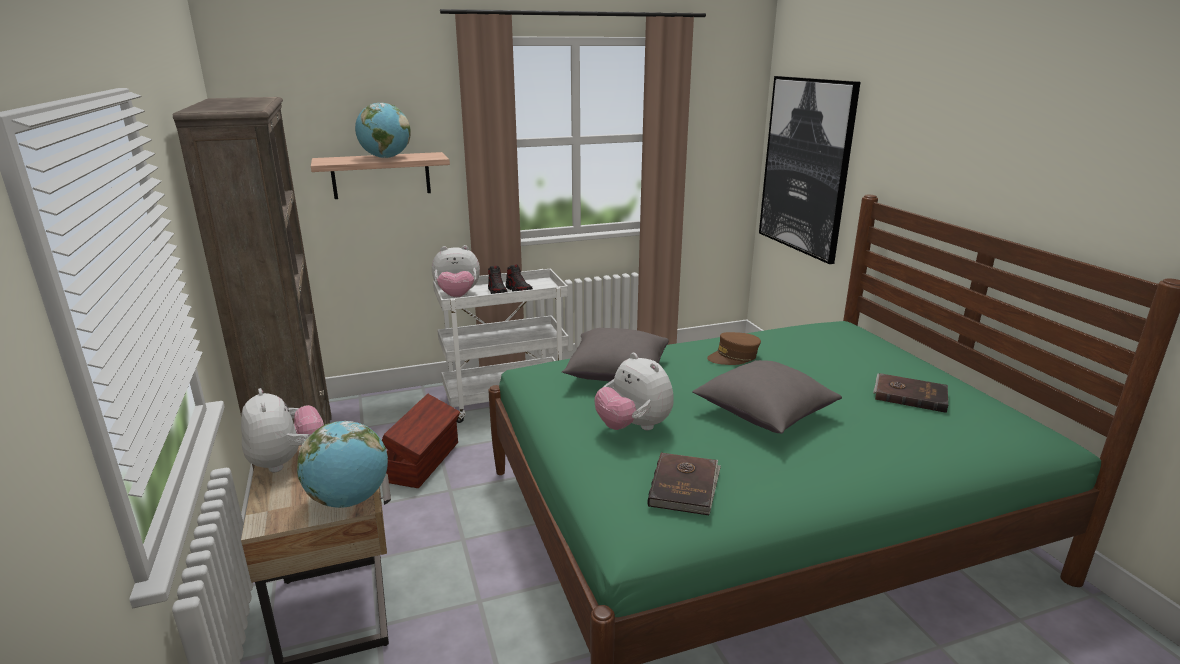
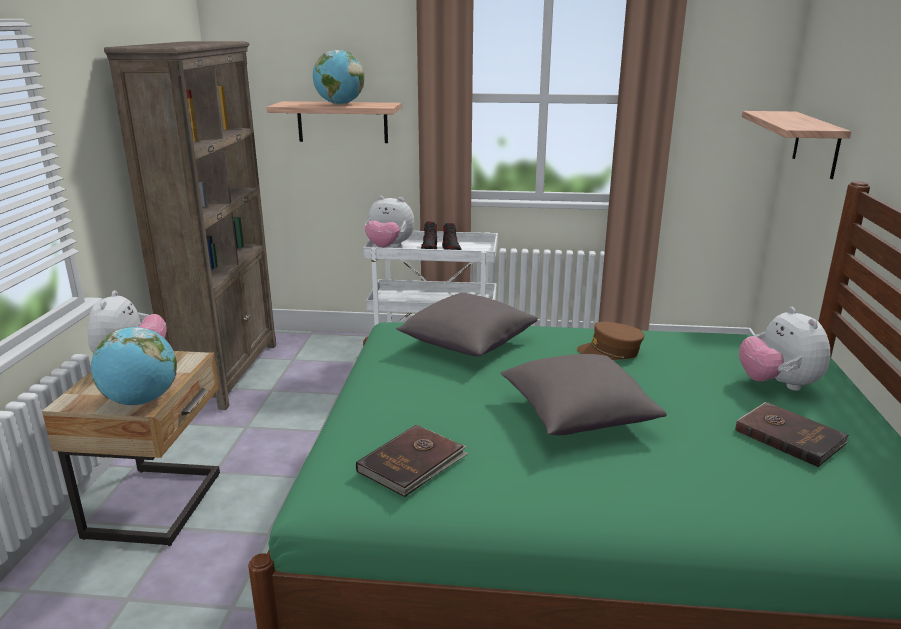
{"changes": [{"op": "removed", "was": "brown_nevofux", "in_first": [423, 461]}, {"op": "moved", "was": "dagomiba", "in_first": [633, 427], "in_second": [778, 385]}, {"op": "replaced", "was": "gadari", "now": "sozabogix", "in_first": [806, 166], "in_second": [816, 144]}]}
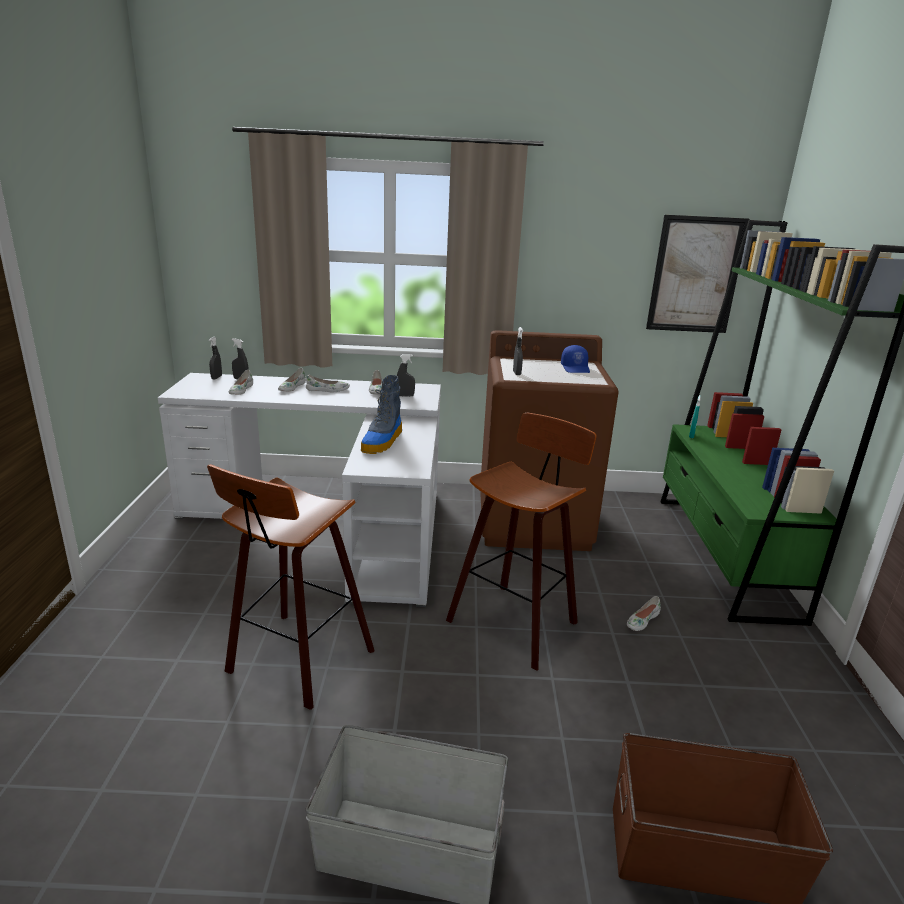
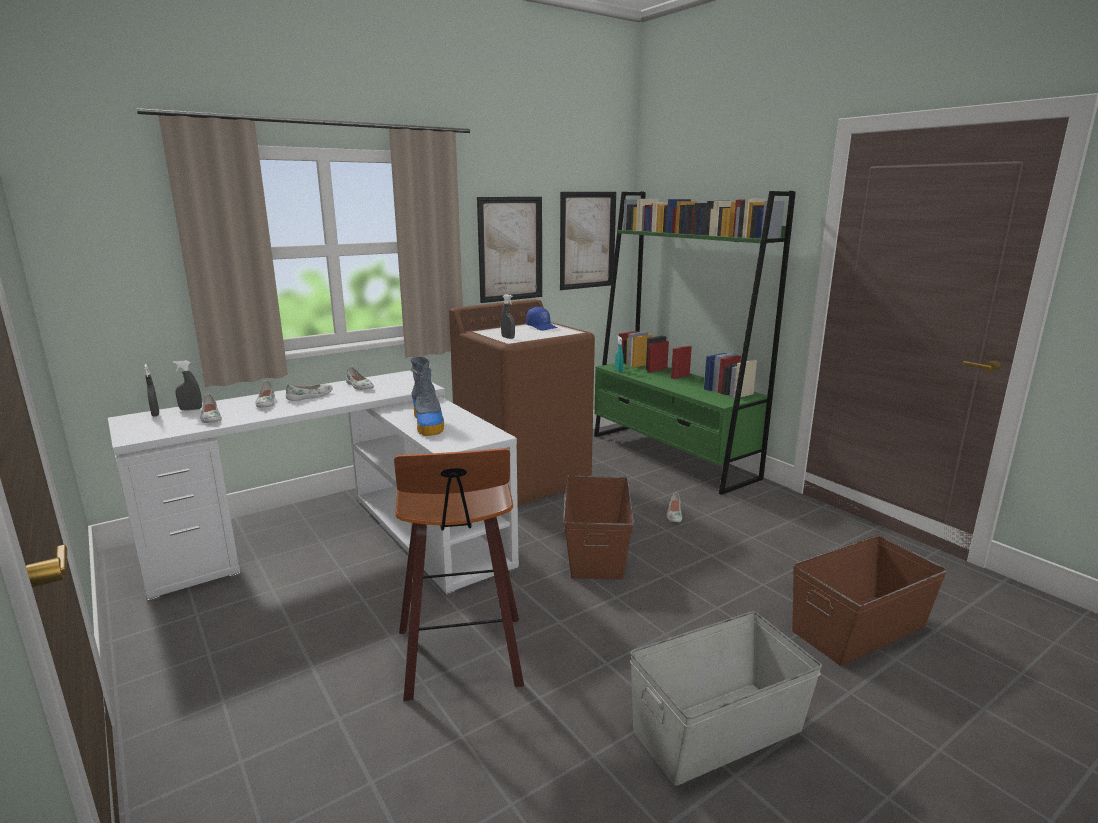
{"changes": [{"op": "removed", "was": "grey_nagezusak", "in_first": [405, 396]}, {"op": "replaced", "was": "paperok", "now": "brown_nevofux", "in_first": [516, 621], "in_second": [596, 549]}, {"op": "added", "now": "gadari", "in_second": [510, 249]}]}
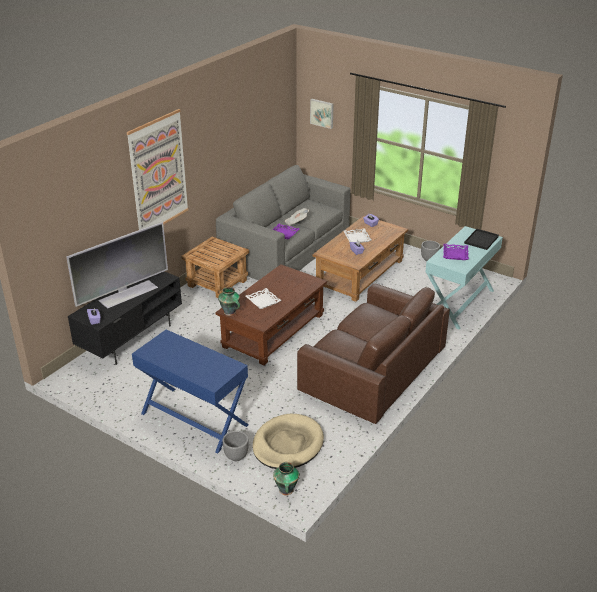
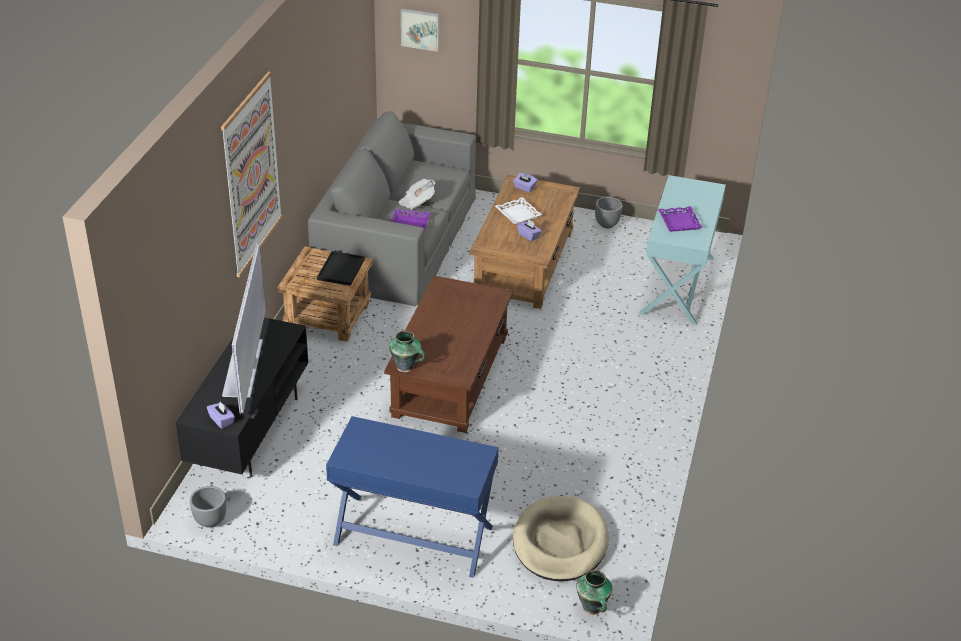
{"changes": [{"op": "turned", "was": "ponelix", "in_first": [127, 293], "in_second": [245, 367], "clockwise": 150}, {"op": "moved", "was": "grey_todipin", "in_first": [236, 456], "in_second": [210, 521]}, {"op": "removed", "was": "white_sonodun", "in_first": [263, 301]}, {"op": "removed", "was": "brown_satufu", "in_first": [372, 369]}, {"op": "moved", "was": "black_sonodun", "in_first": [481, 239], "in_second": [340, 268]}]}
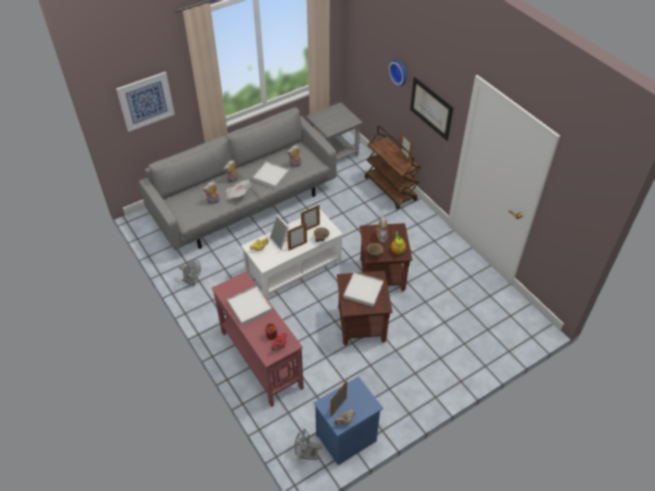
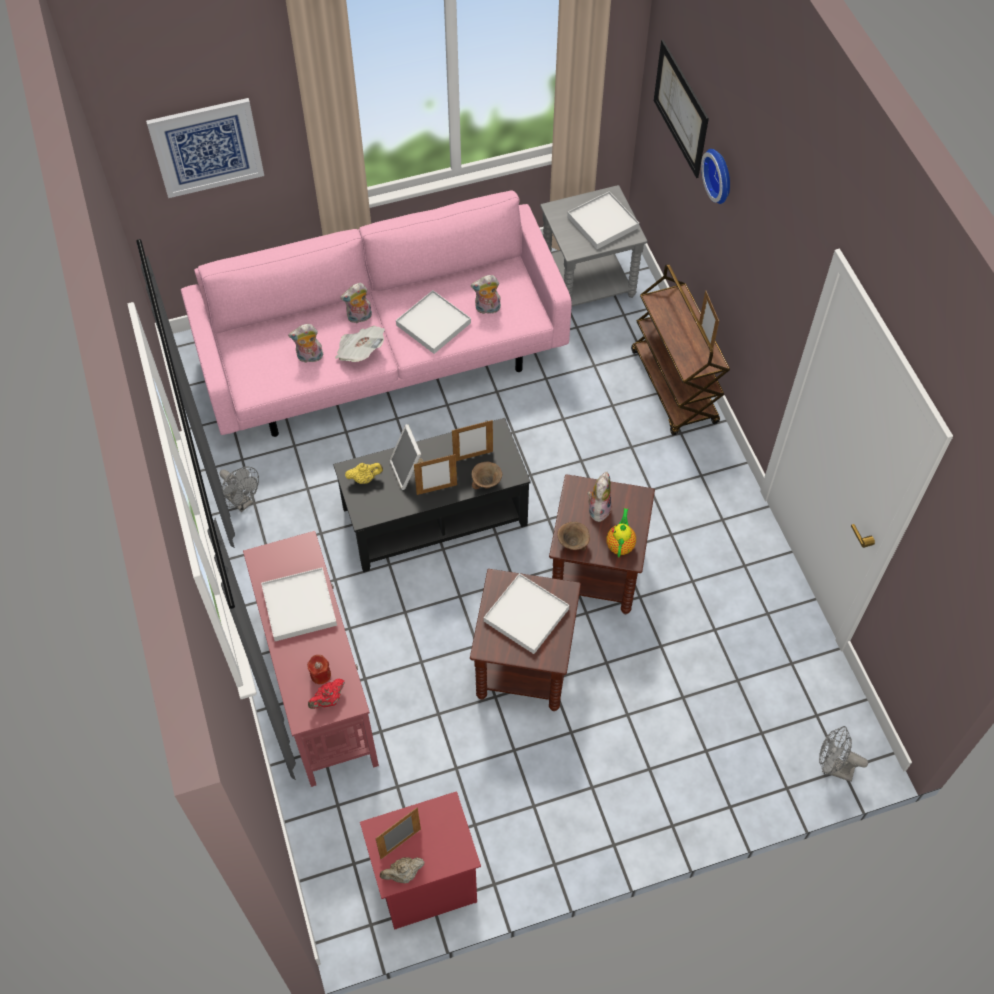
{"changes": [{"op": "recoloured", "was": "grey_satufu", "now": "pink_satufu", "in_first": [244, 203], "in_second": [383, 358]}, {"op": "recoloured", "was": "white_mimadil", "now": "black_mimadil", "in_first": [294, 267], "in_second": [435, 516]}, {"op": "moved", "was": "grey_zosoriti", "in_first": [306, 454], "in_second": [832, 768]}, {"op": "recoloured", "was": "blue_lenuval", "now": "red_lenuval", "in_first": [346, 439], "in_second": [424, 884]}, {"op": "moved", "was": "gadari", "in_first": [431, 108], "in_second": [680, 108]}, {"op": "added", "now": "white_sonodun", "in_second": [603, 222]}]}
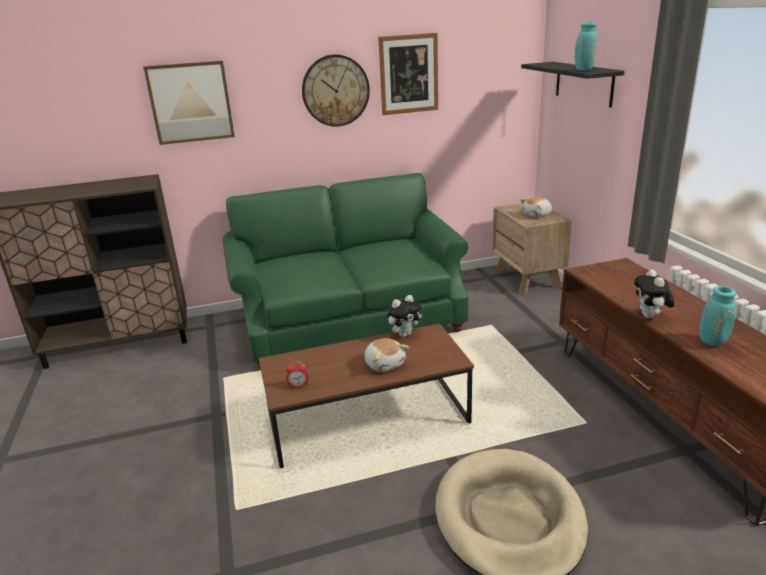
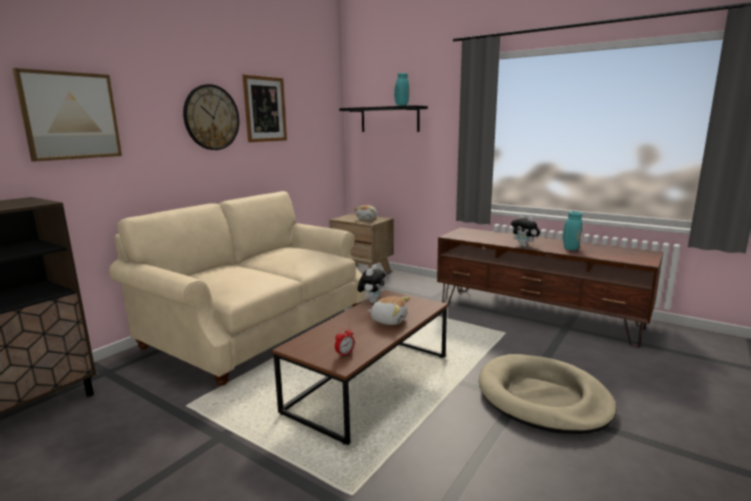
{"changes": [{"op": "recoloured", "was": "green_satufu", "now": "beige_satufu", "in_first": [349, 320], "in_second": [259, 327]}]}
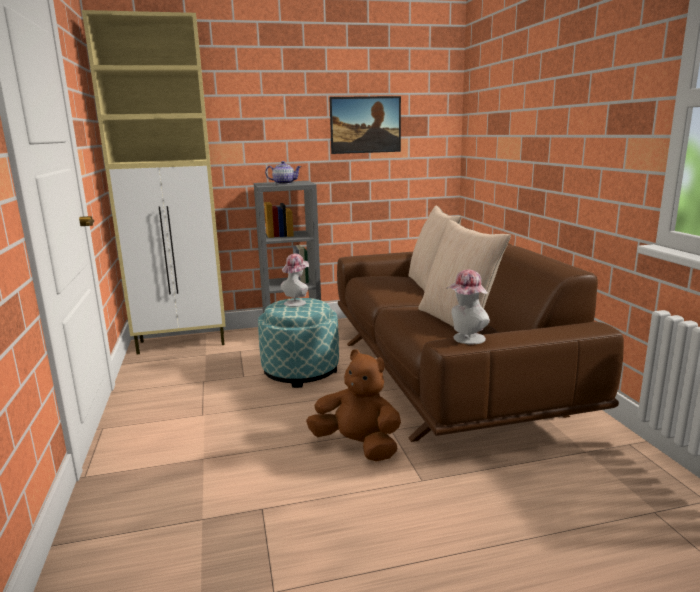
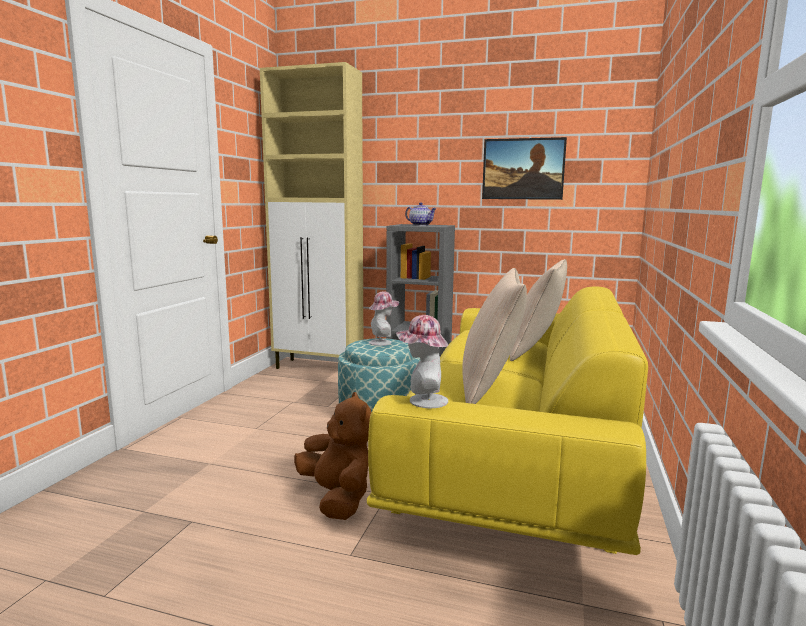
{"changes": [{"op": "recoloured", "was": "brown_satufu", "now": "yellow_satufu", "in_first": [444, 375], "in_second": [515, 457]}]}
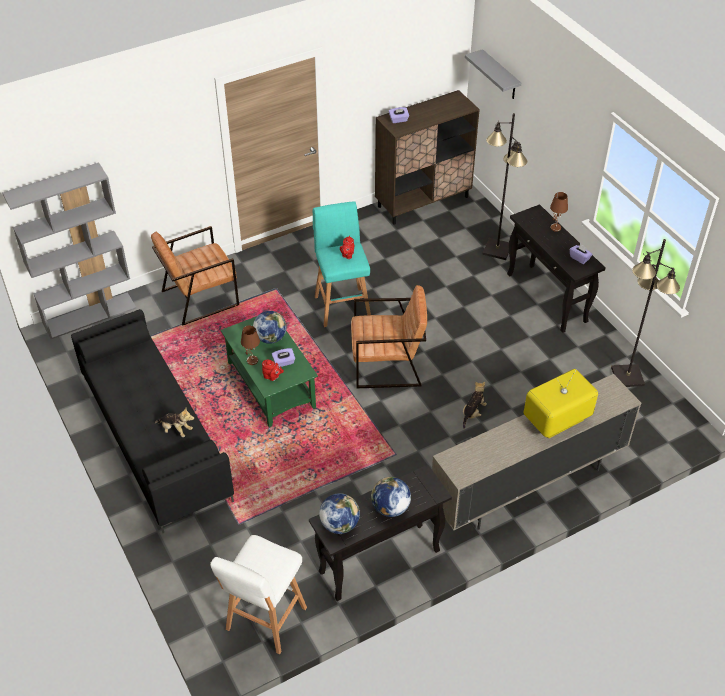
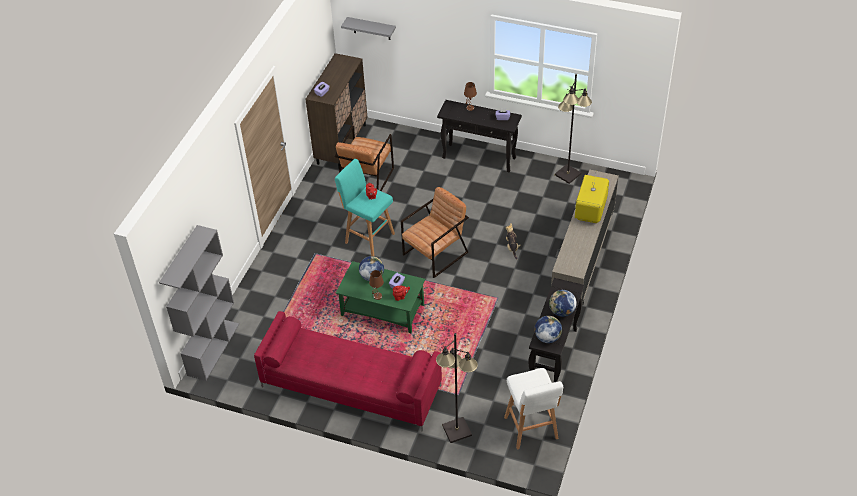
{"changes": [{"op": "recoloured", "was": "black_satufu", "now": "red_satufu", "in_first": [154, 437], "in_second": [350, 387]}, {"op": "moved", "was": "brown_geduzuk", "in_first": [200, 298], "in_second": [366, 178]}, {"op": "removed", "was": "dagomiba", "in_first": [175, 430]}, {"op": "moved", "was": "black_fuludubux", "in_first": [497, 249], "in_second": [456, 430]}]}
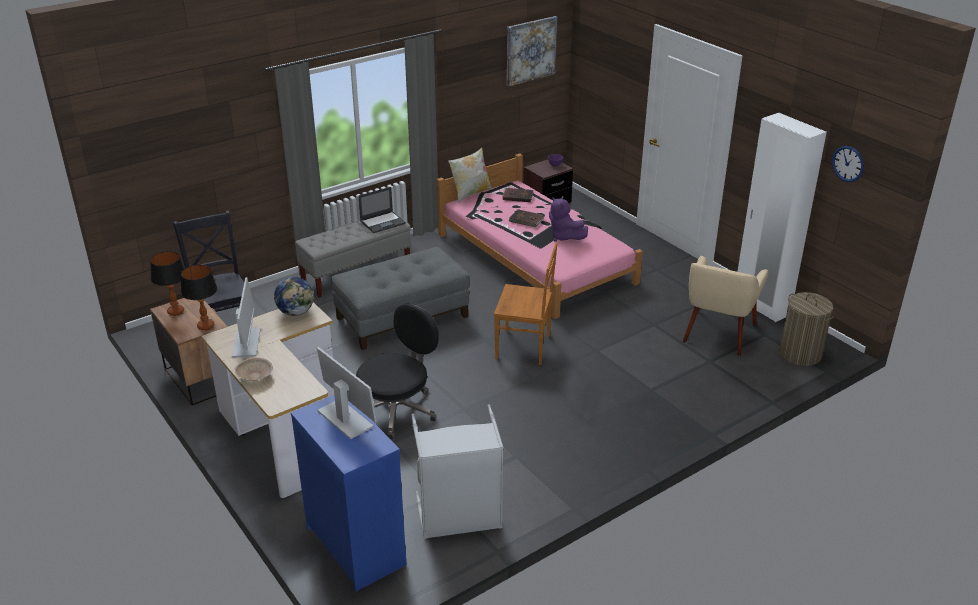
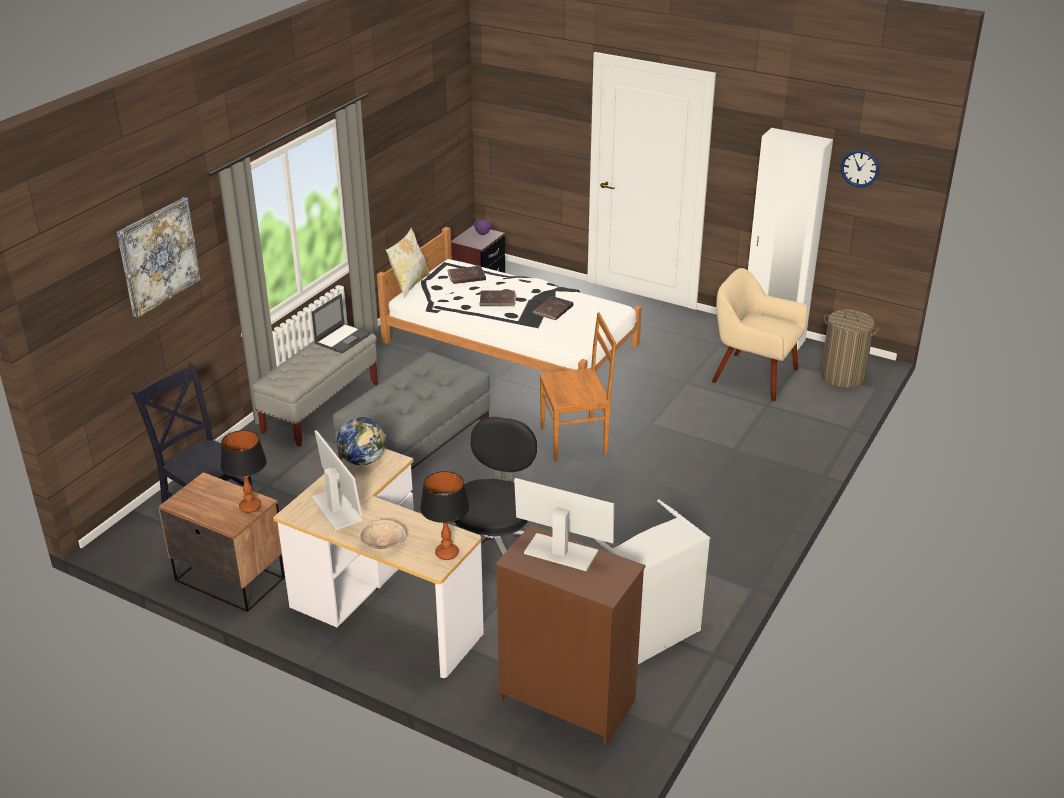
{"changes": [{"op": "moved", "was": "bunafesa", "in_first": [176, 312], "in_second": [447, 553]}, {"op": "recoloured", "was": "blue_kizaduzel", "now": "brown_kizaduzel", "in_first": [356, 546], "in_second": [567, 699]}, {"op": "recoloured", "was": "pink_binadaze", "now": "white_binadaze", "in_first": [535, 258], "in_second": [510, 343]}, {"op": "moved", "was": "gadari", "in_first": [530, 50], "in_second": [158, 256]}, {"op": "replaced", "was": "purple_dagomiba", "now": "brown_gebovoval", "in_first": [564, 237], "in_second": [552, 310]}, {"op": "turned", "was": "beige_geduzuk", "in_first": [718, 333], "in_second": [753, 375], "clockwise": 120}]}
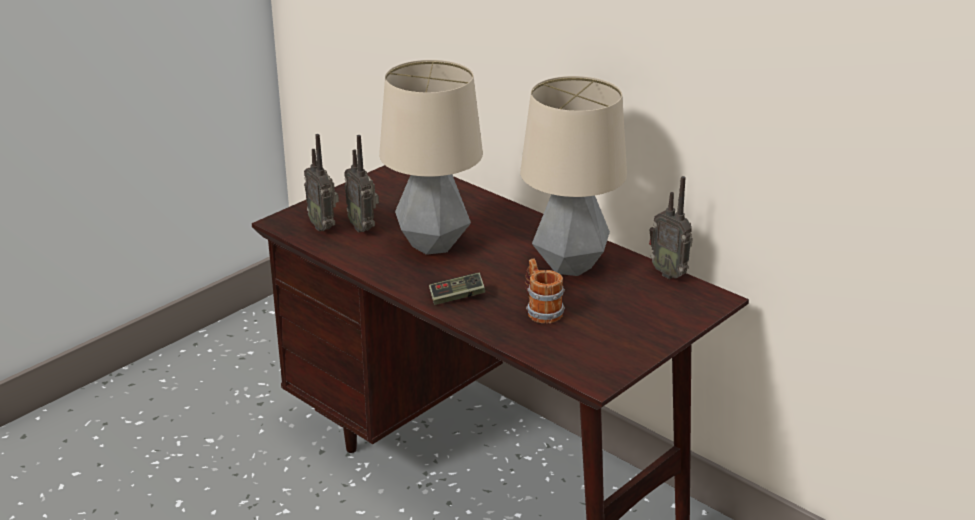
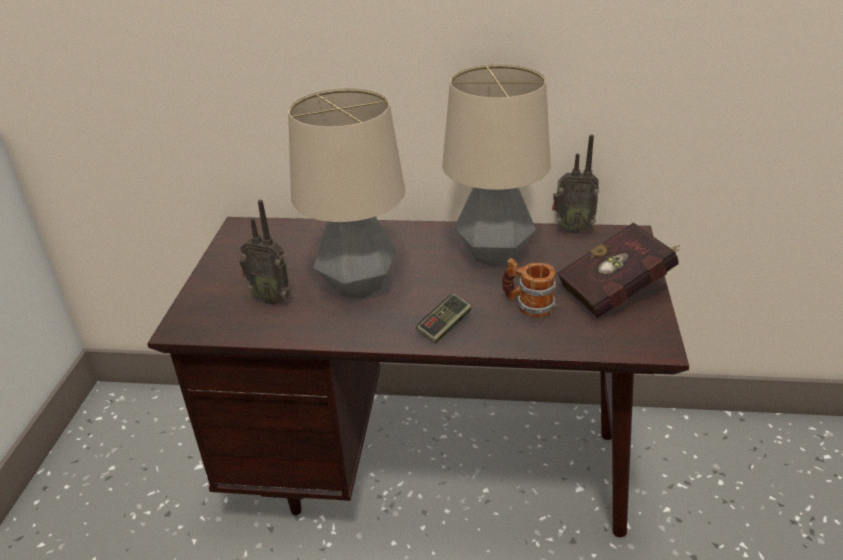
{"changes": [{"op": "removed", "was": "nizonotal", "in_first": [324, 226]}, {"op": "added", "now": "red_gebovoval", "in_second": [618, 291]}]}
